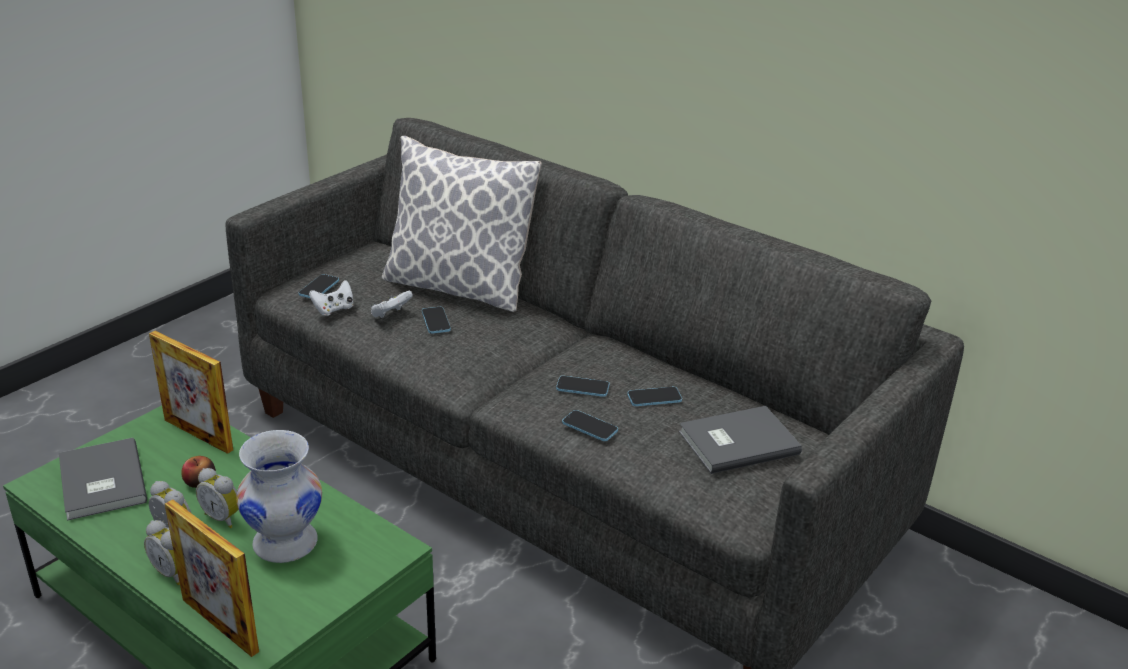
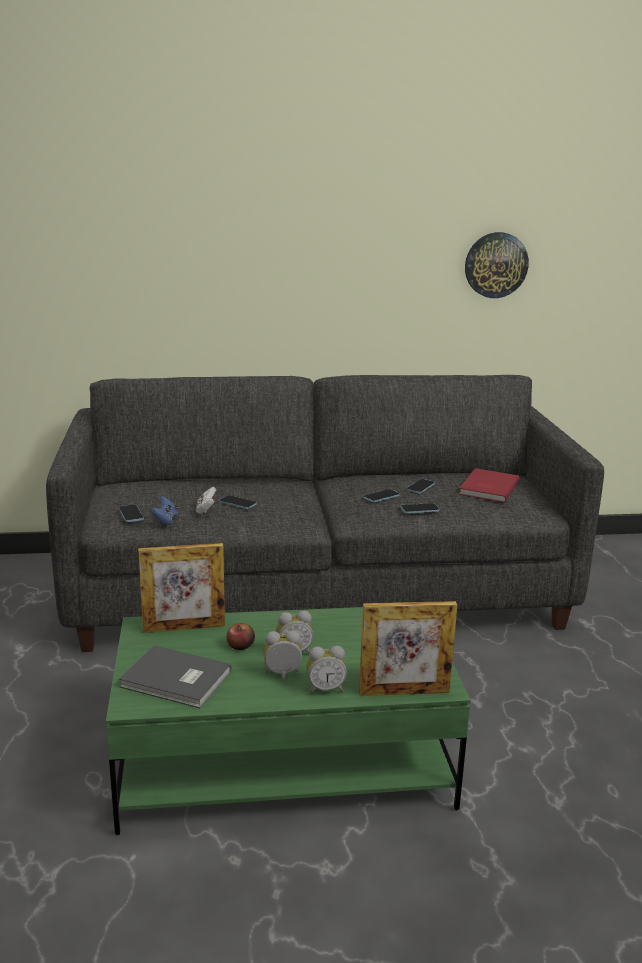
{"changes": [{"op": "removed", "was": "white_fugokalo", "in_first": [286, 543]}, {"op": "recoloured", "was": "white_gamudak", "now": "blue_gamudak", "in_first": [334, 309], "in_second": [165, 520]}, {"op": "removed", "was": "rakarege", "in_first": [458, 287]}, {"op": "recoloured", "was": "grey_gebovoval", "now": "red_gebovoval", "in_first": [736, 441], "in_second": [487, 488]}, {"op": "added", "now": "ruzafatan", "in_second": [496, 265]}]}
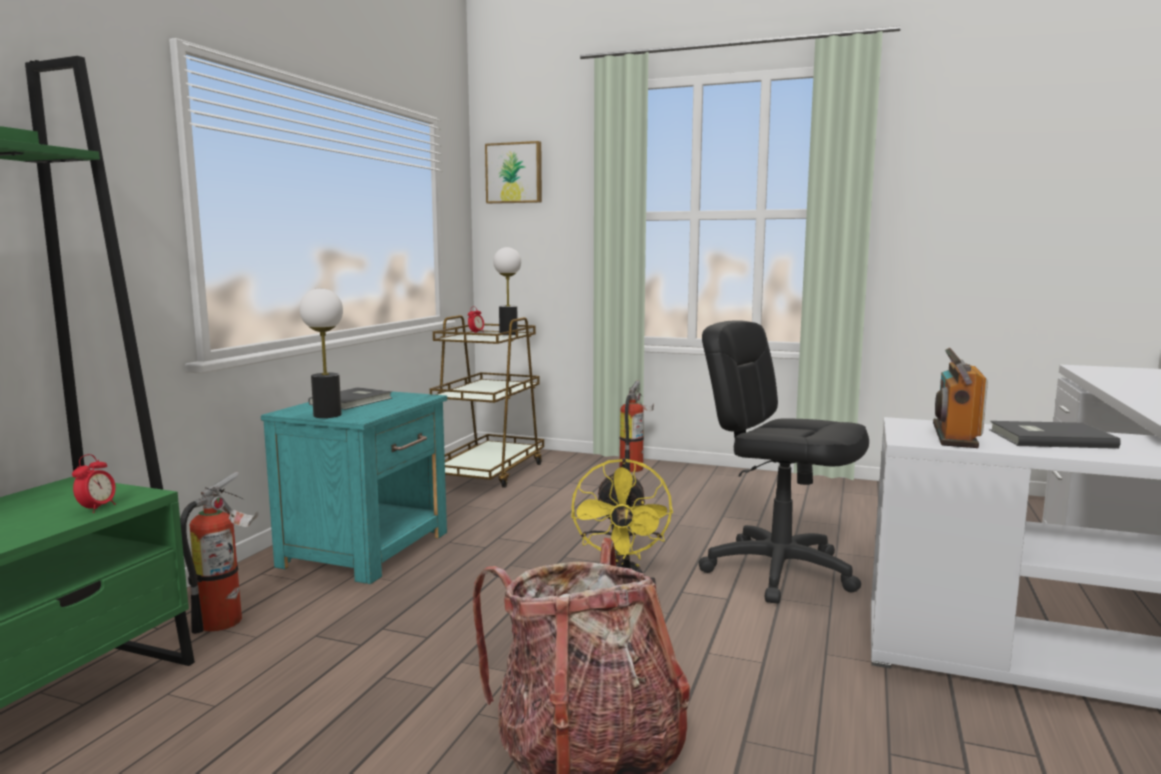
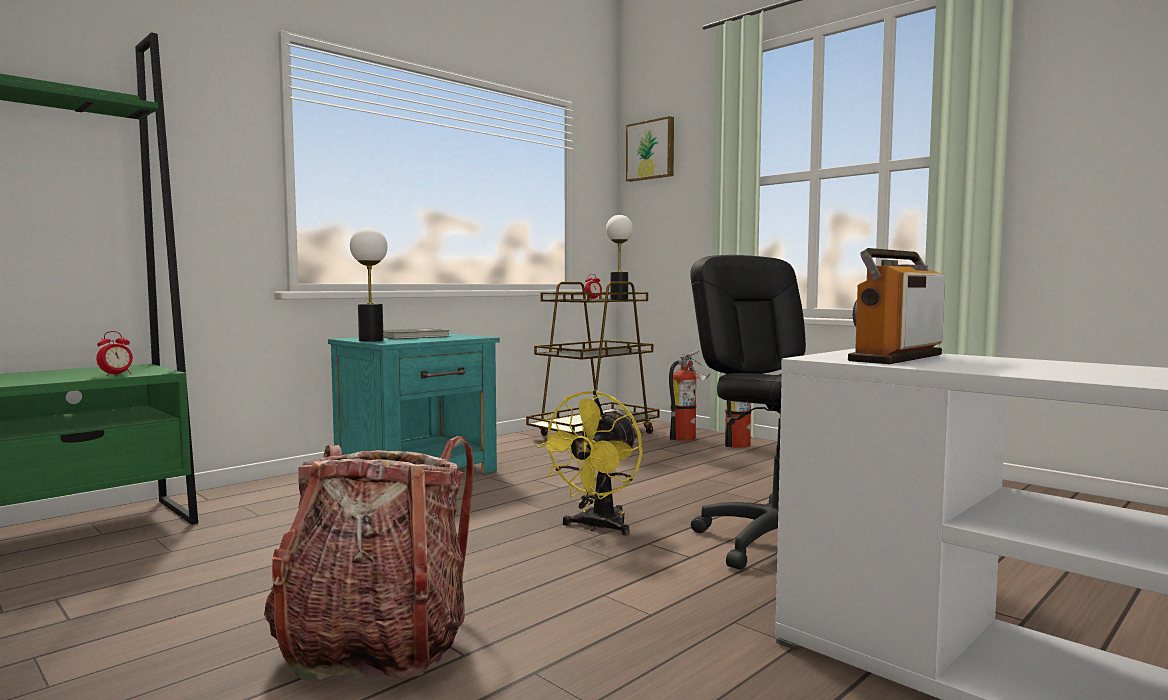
{"changes": [{"op": "moved", "was": "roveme", "in_first": [227, 620], "in_second": [687, 438]}, {"op": "removed", "was": "grey_gebovoval", "in_first": [1048, 438]}]}
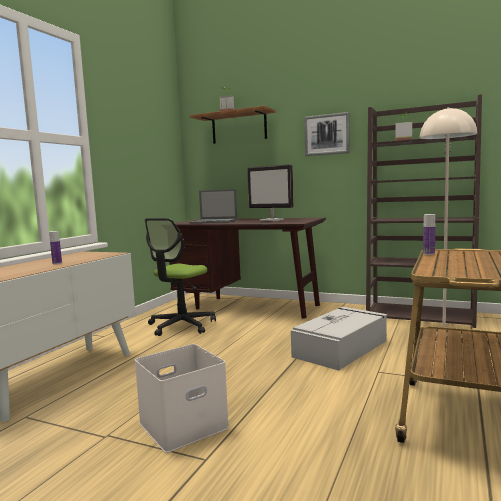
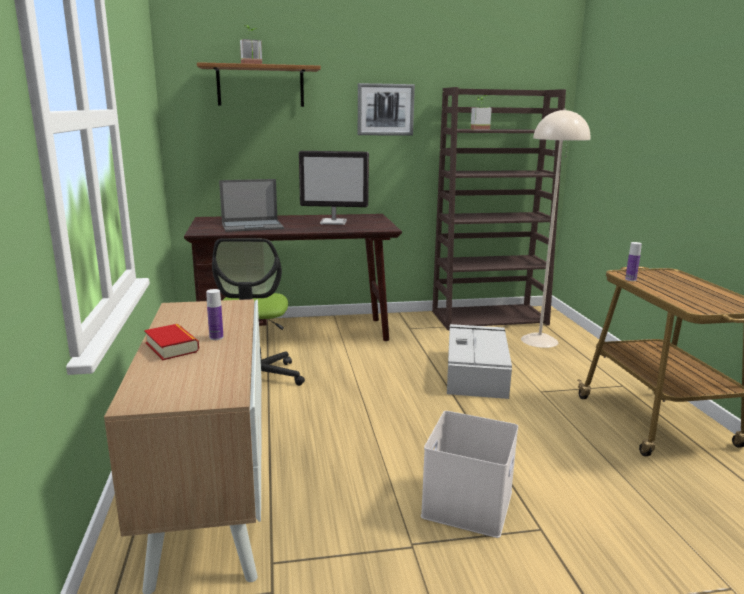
{"changes": [{"op": "added", "now": "gebovoval", "in_second": [172, 347]}]}
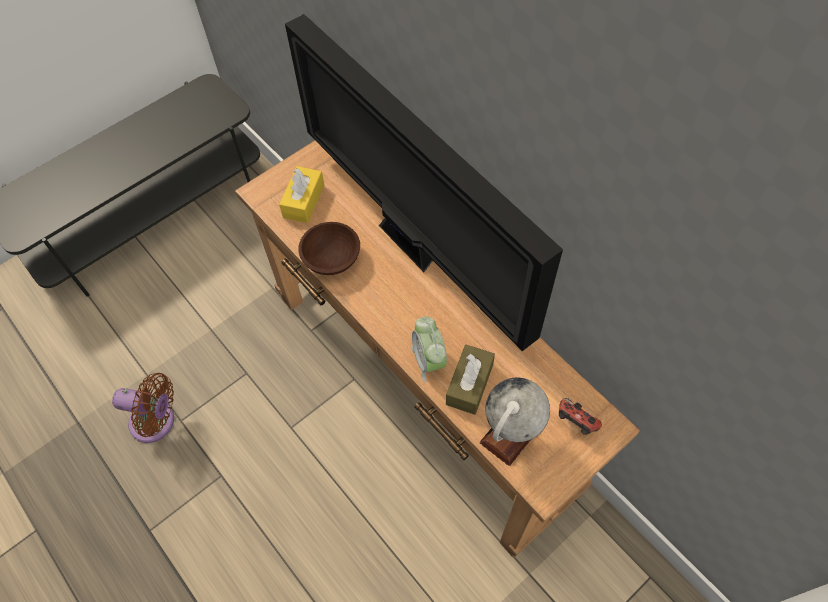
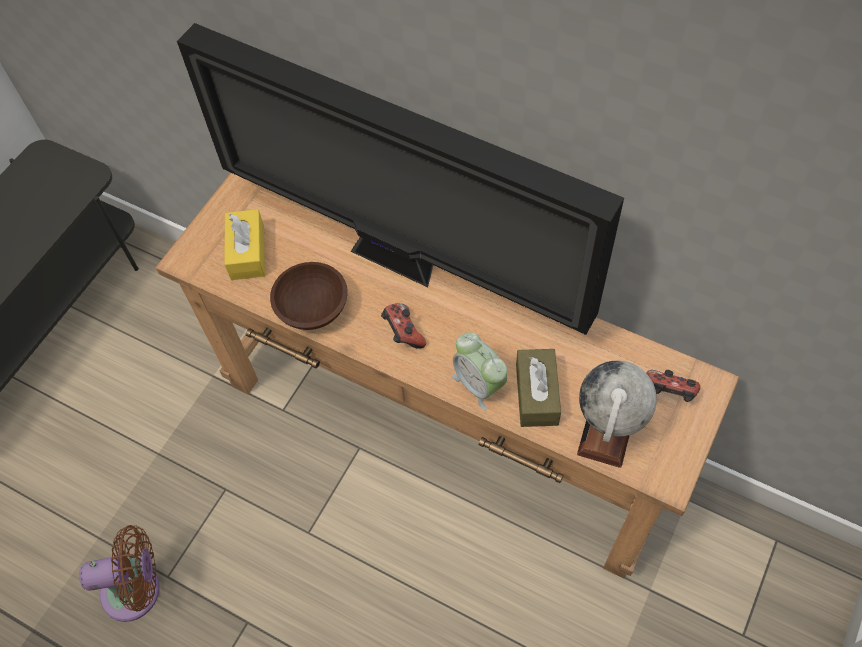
{"changes": [{"op": "added", "now": "gamudak", "in_second": [403, 333]}]}
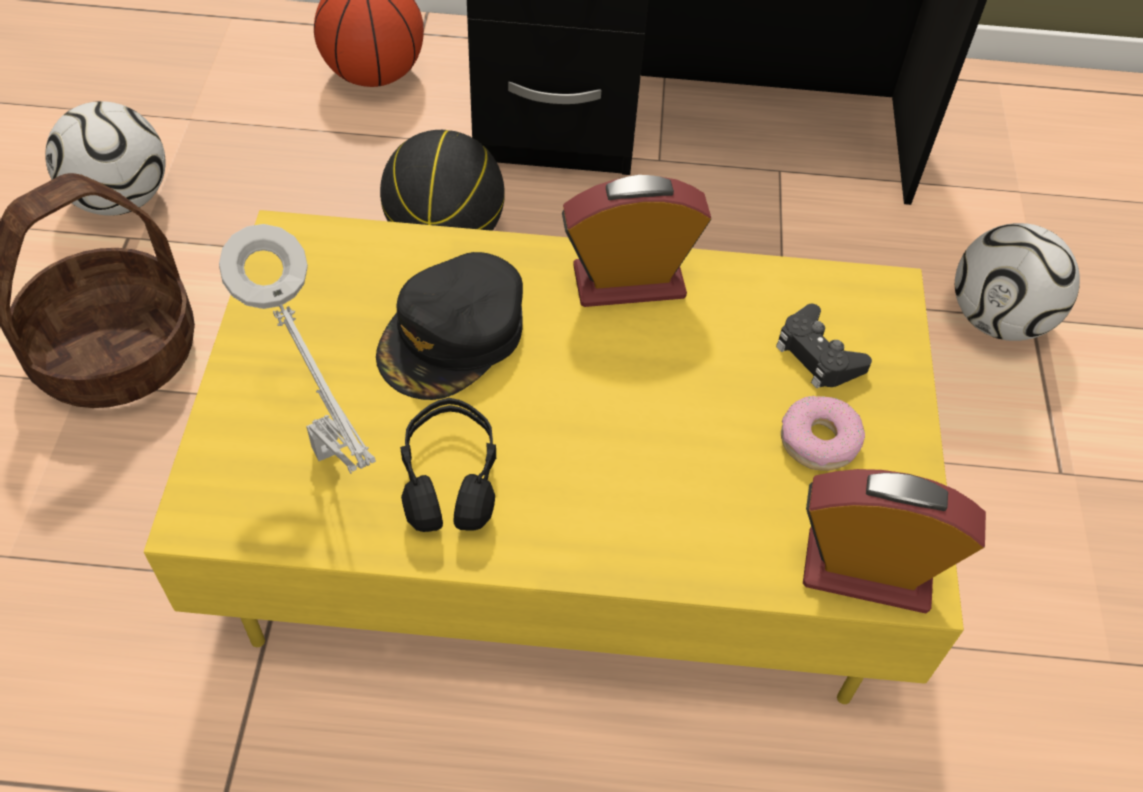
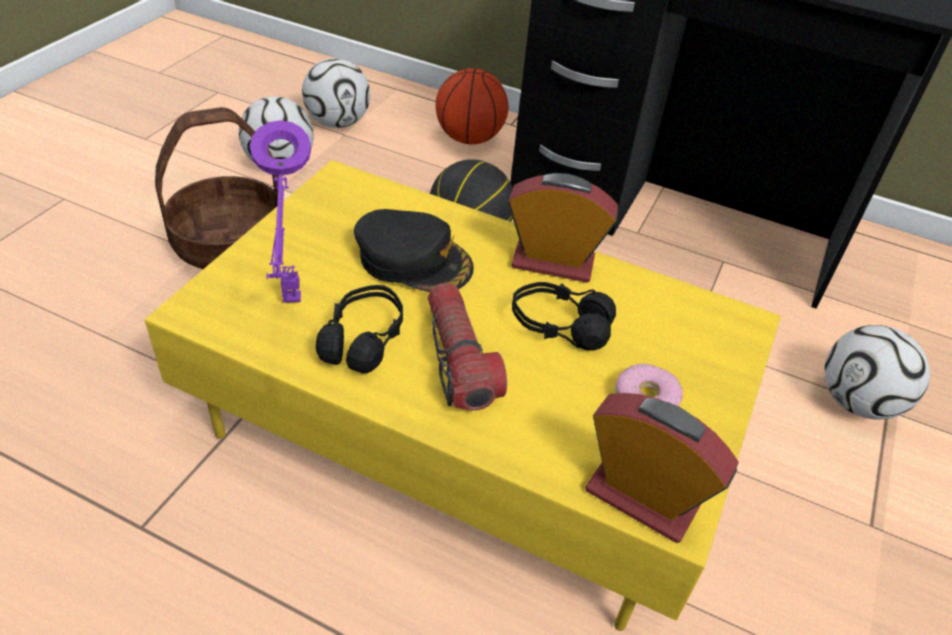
{"changes": [{"op": "recoloured", "was": "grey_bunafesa", "now": "purple_bunafesa", "in_first": [330, 458], "in_second": [292, 304]}, {"op": "turned", "was": "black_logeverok", "in_first": [453, 336], "in_second": [414, 260], "clockwise": -120}, {"op": "removed", "was": "black_gamudak", "in_first": [817, 355]}, {"op": "added", "now": "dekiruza", "in_second": [338, 122]}, {"op": "added", "now": "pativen", "in_second": [459, 359]}, {"op": "added", "now": "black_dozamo", "in_second": [559, 326]}]}
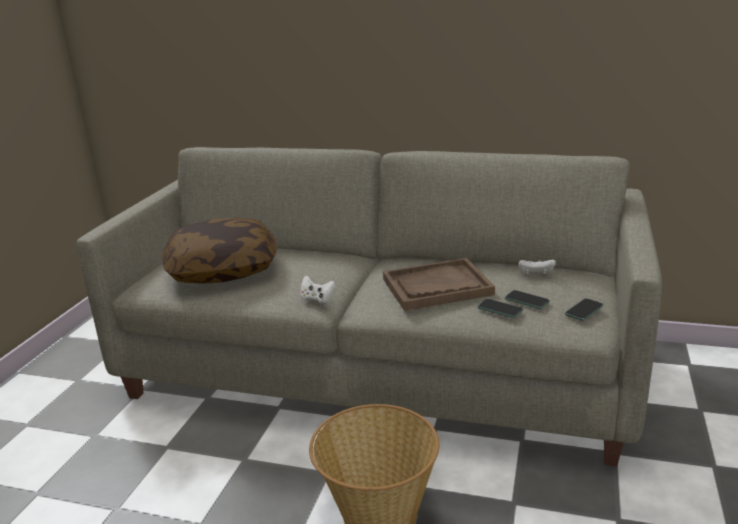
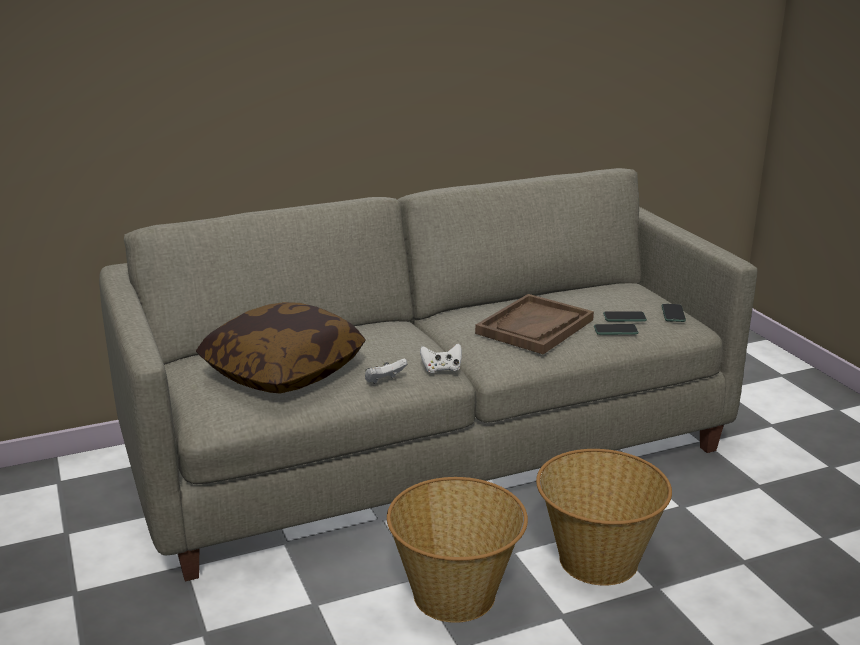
{"changes": [{"op": "moved", "was": "white_gamudak", "in_first": [535, 275], "in_second": [384, 381]}, {"op": "added", "now": "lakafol", "in_second": [456, 595]}]}
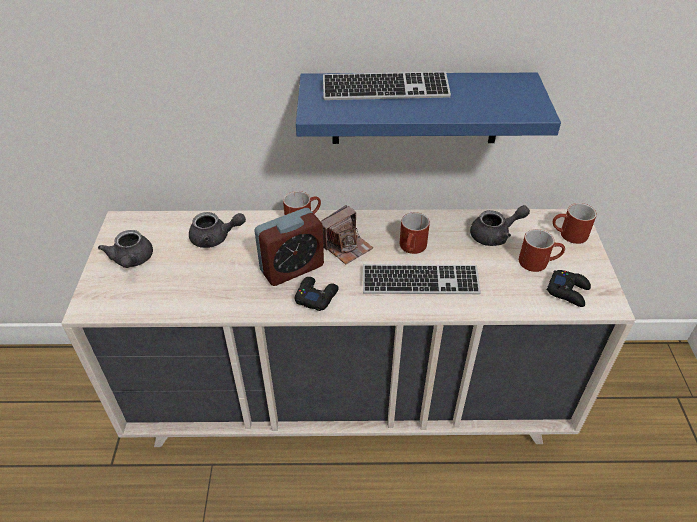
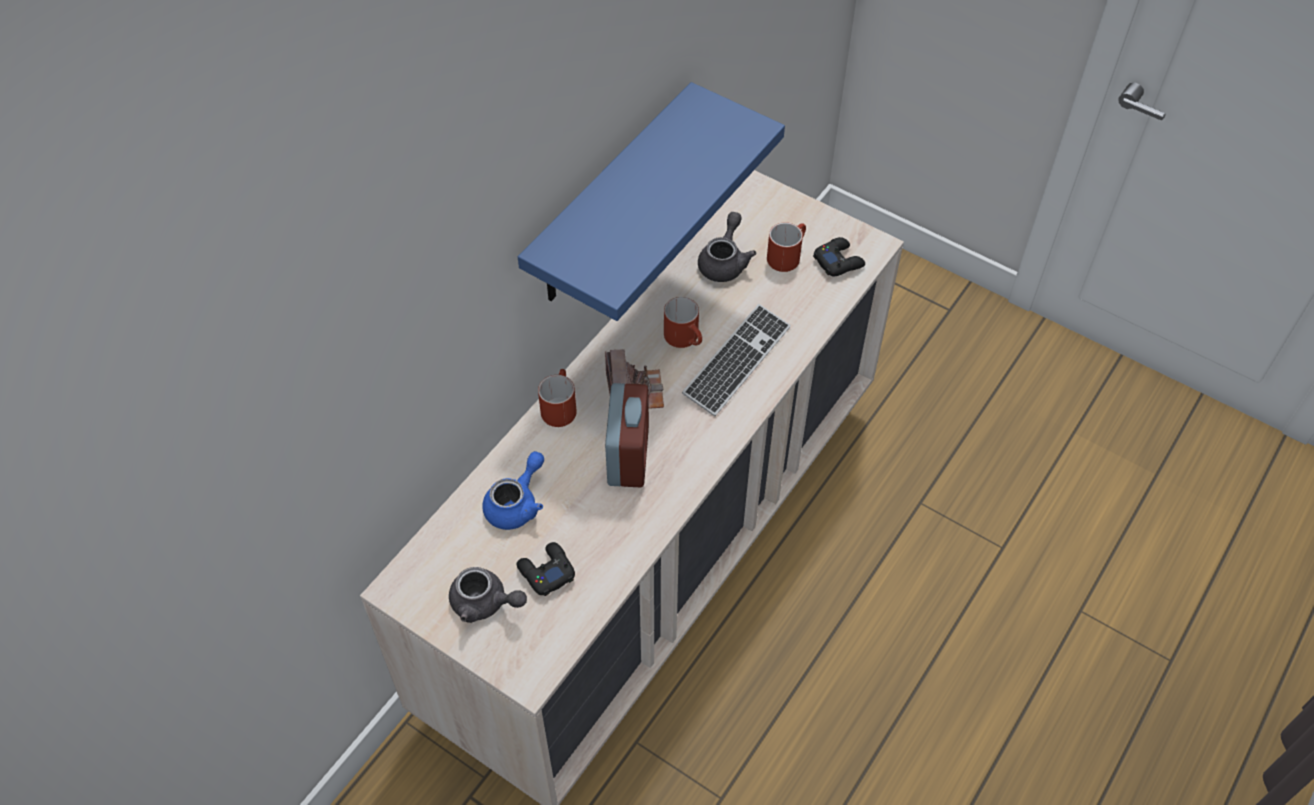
{"changes": [{"op": "recoloured", "was": "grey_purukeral", "now": "blue_purukeral", "in_first": [215, 238], "in_second": [517, 504]}, {"op": "moved", "was": "black_gamudak", "in_first": [316, 296], "in_second": [546, 572]}, {"op": "removed", "was": "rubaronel", "in_first": [385, 90]}, {"op": "removed", "was": "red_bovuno", "in_first": [568, 235]}]}
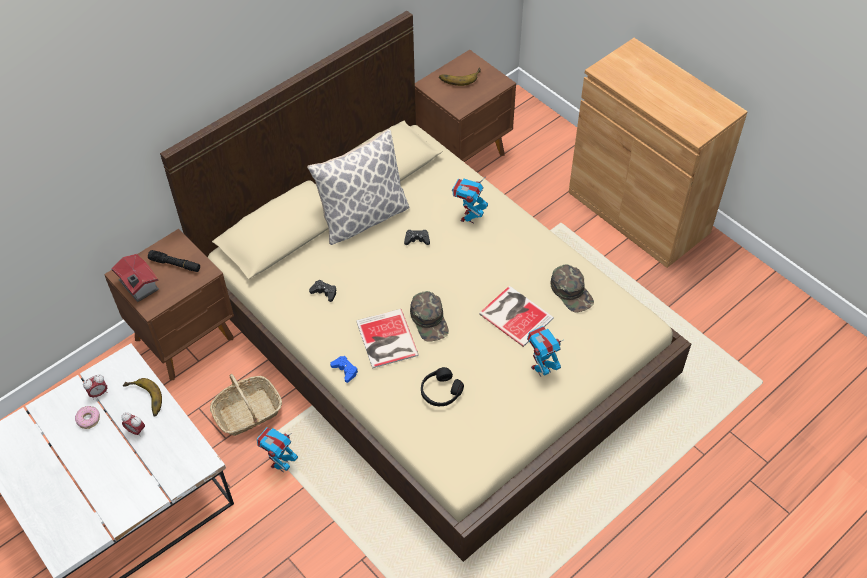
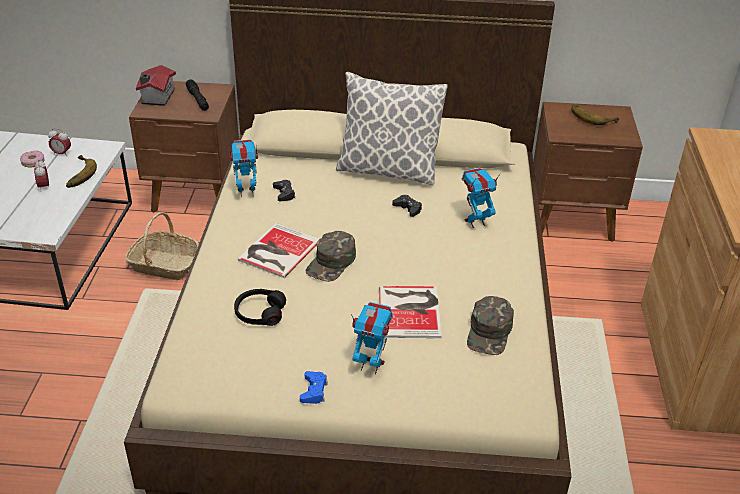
{"changes": [{"op": "moved", "was": "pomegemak", "in_first": [280, 464], "in_second": [246, 192]}, {"op": "moved", "was": "blue_gamudak", "in_first": [345, 370], "in_second": [314, 391]}]}
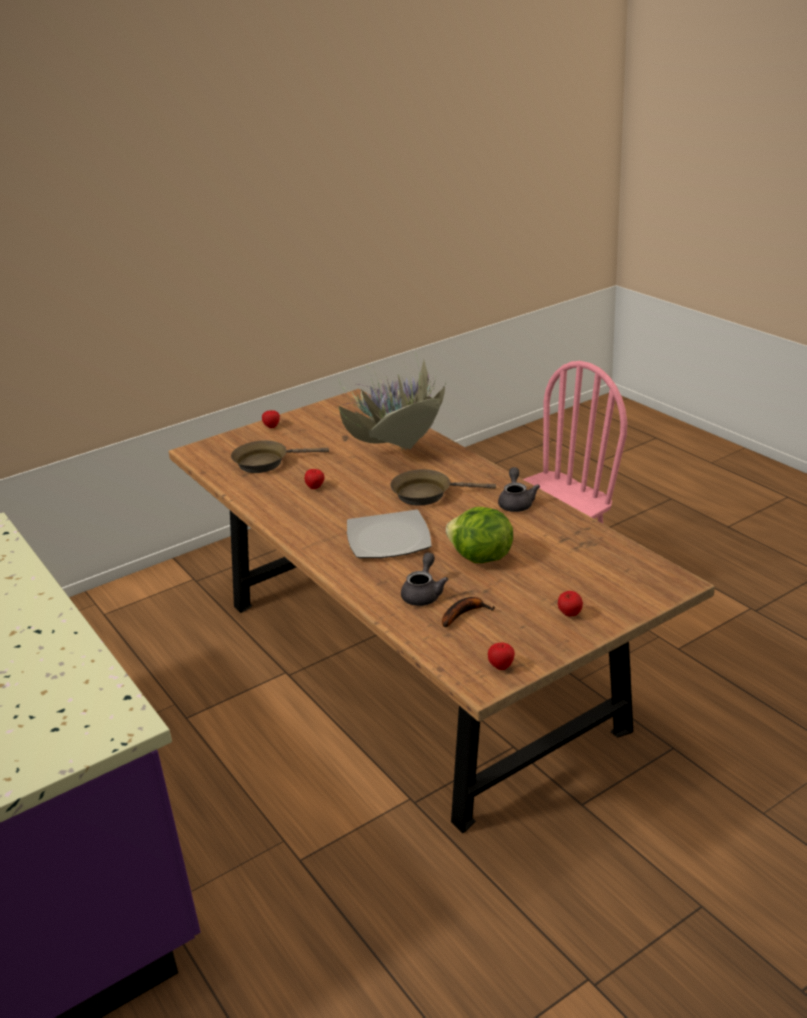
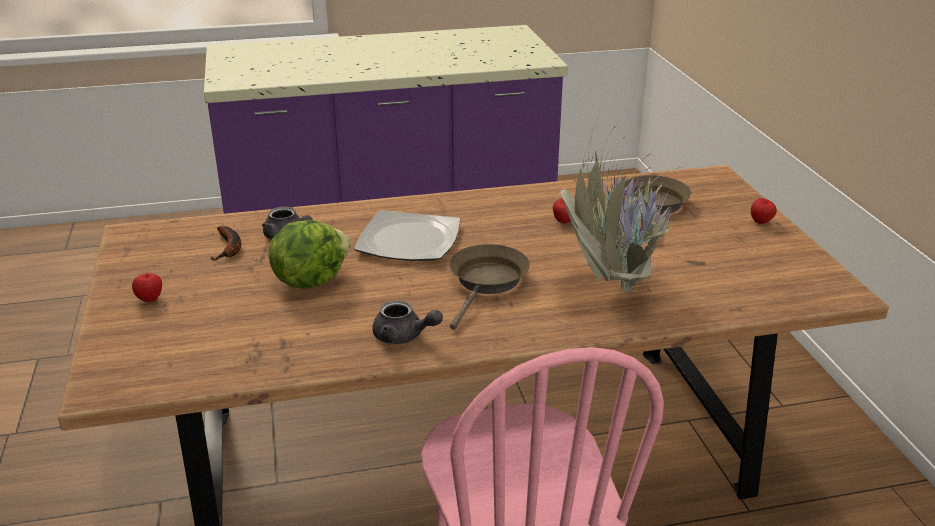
{"changes": [{"op": "removed", "was": "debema", "in_first": [501, 667]}]}
